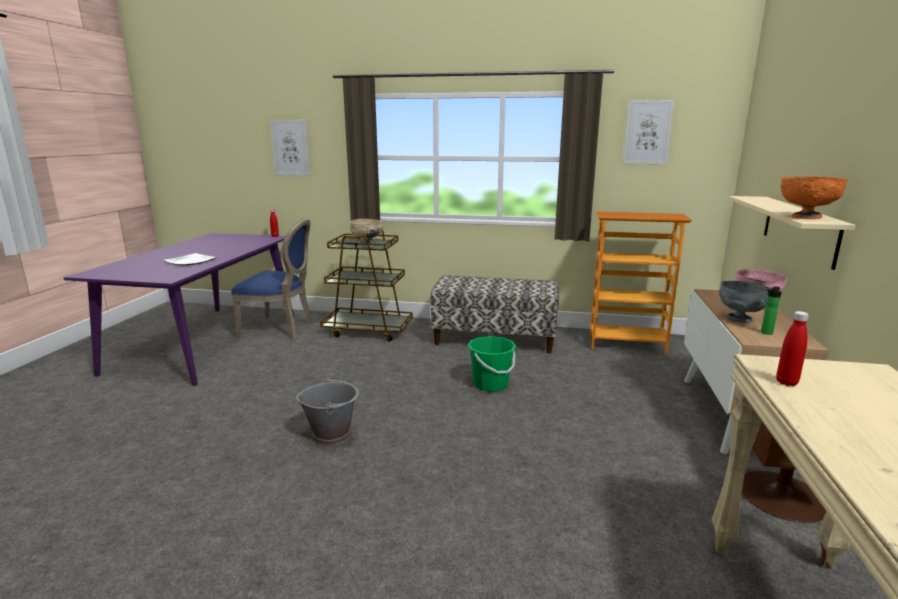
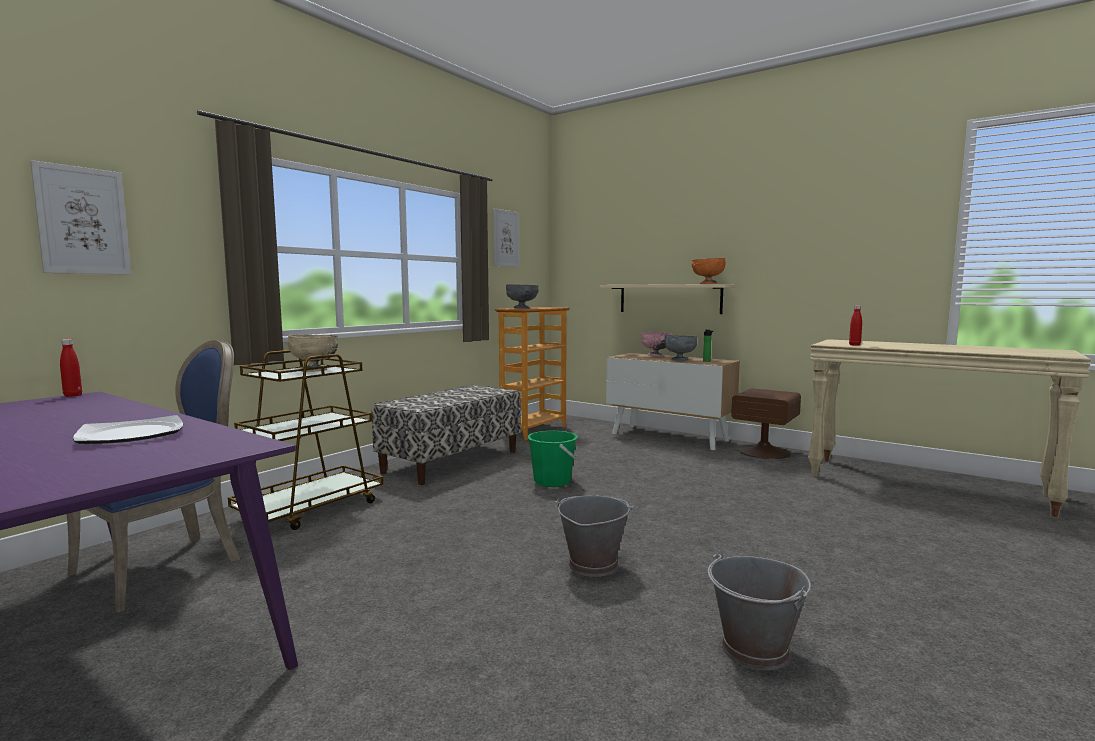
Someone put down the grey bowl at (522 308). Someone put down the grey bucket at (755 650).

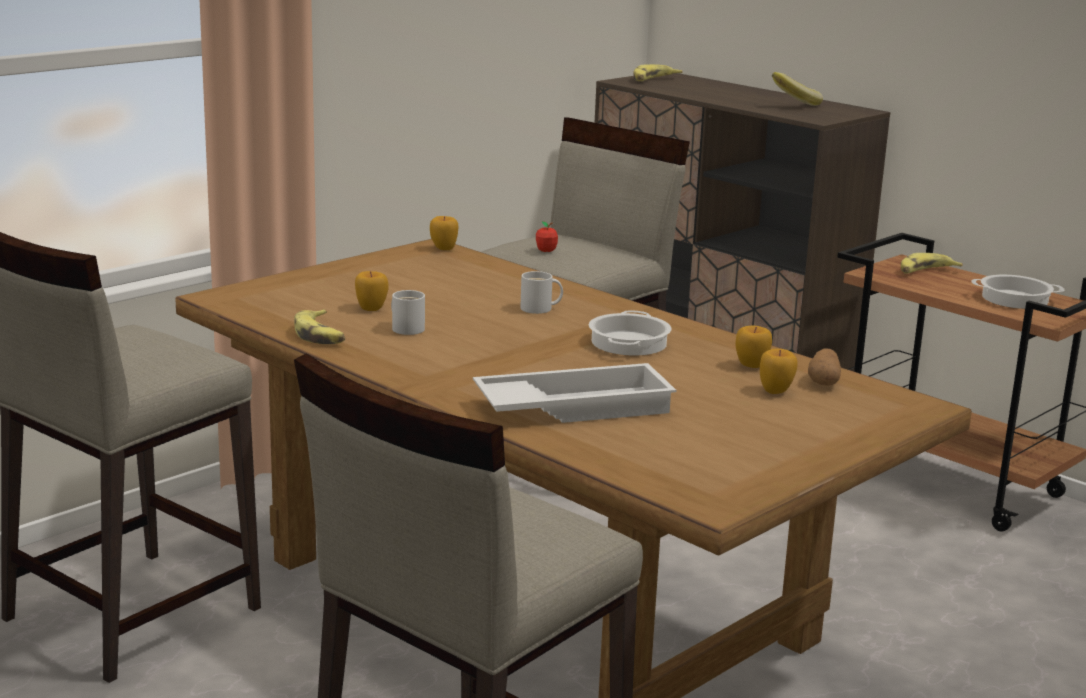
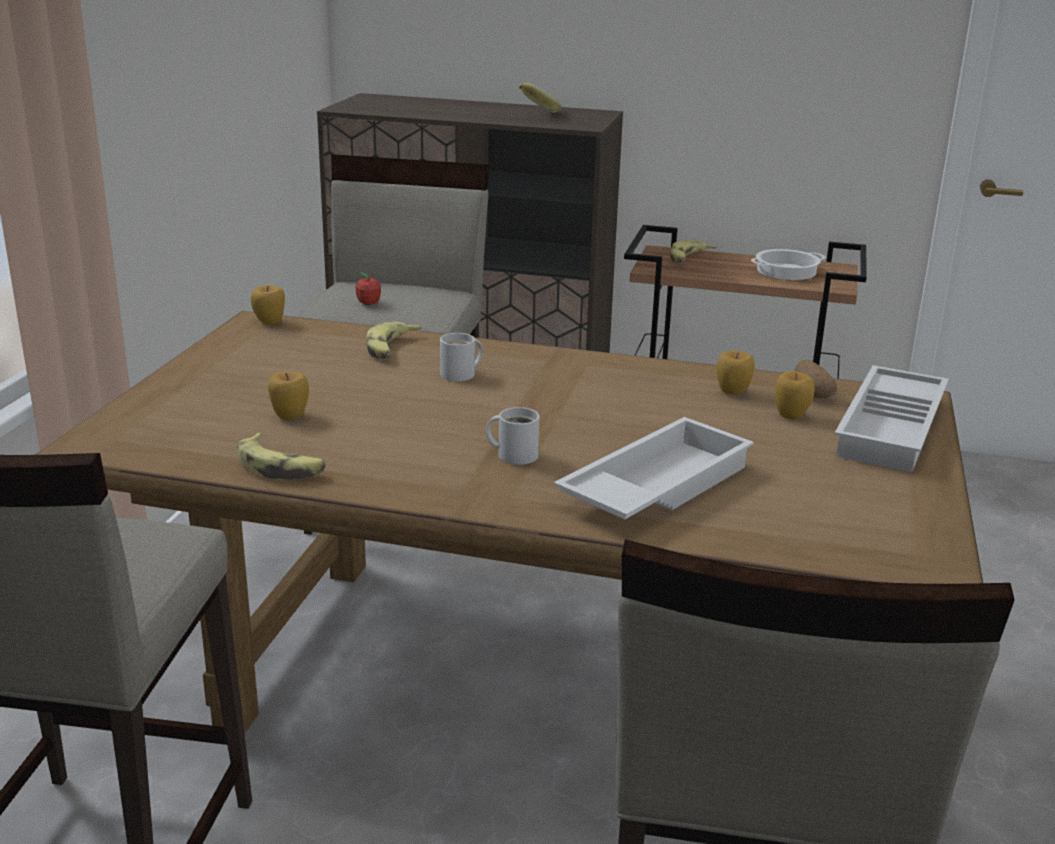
Someone carried the banana from (653 80) to (391 349). Someone carried the white mug from (407 328) to (514 454). Someone took away the cooking pot at (628 342). Someone put down the white tray at (893 429).

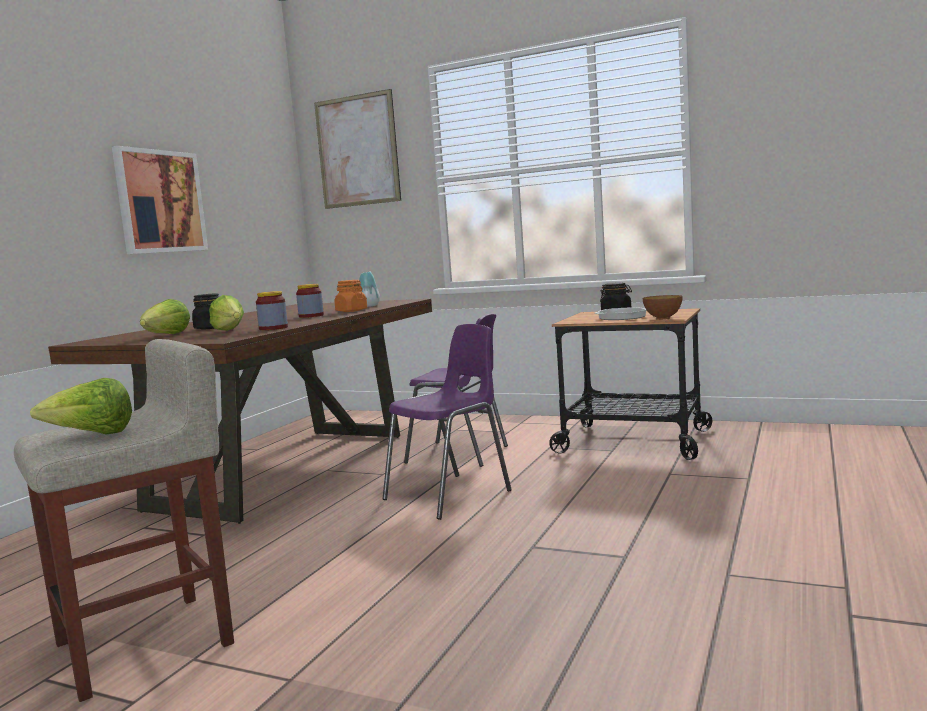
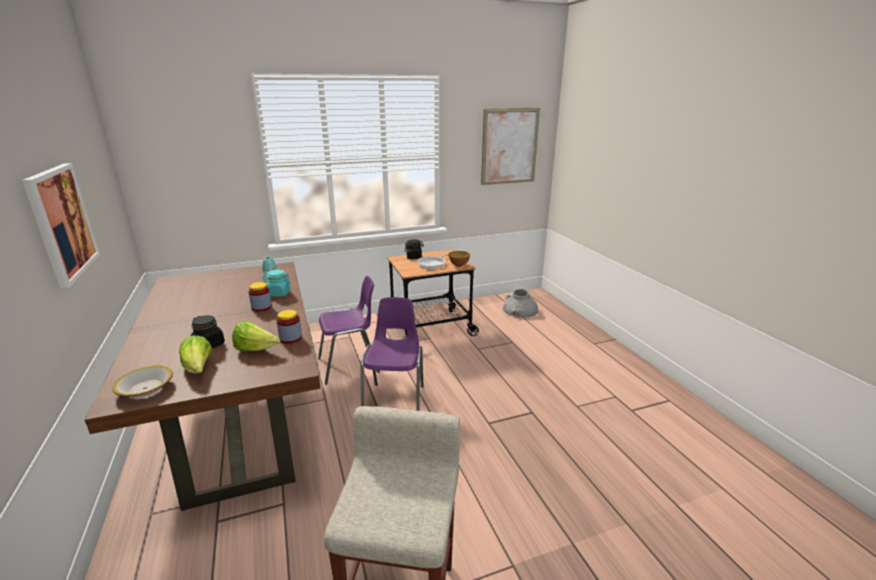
Someone carried the picture from (357 151) to (509 146). Someone repainted the orange jar at (351 311), which became the turquoise jar at (278 293). Someone took away the lettuce at (91 435). Someone put down the grey vase at (520 310). Someone put down the bowl at (145 389).

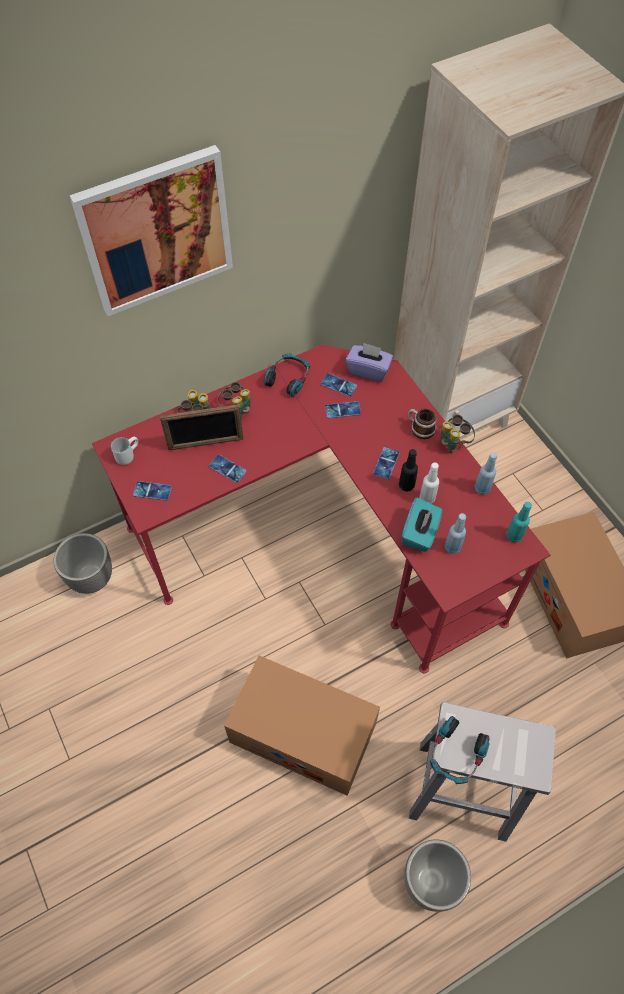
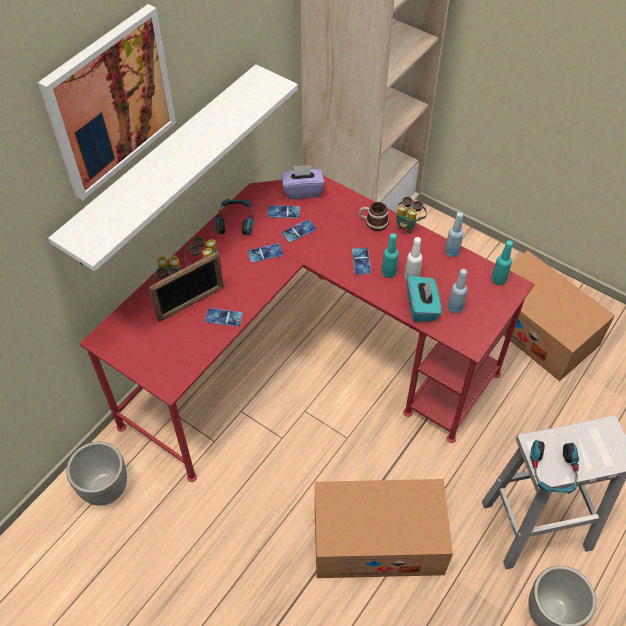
Someone took away the white mug at (127 454). Someone repainted the black bottle at (406 485), which became the turquoise bottle at (388 273). Someone carried the phone from (152 491) to (265 253). Someone put up the white shelf at (165 165).

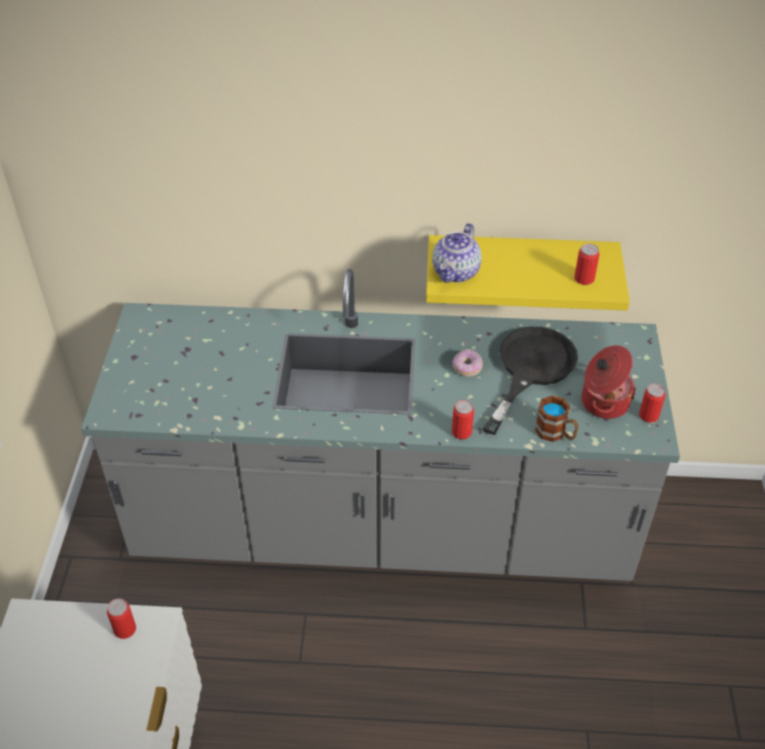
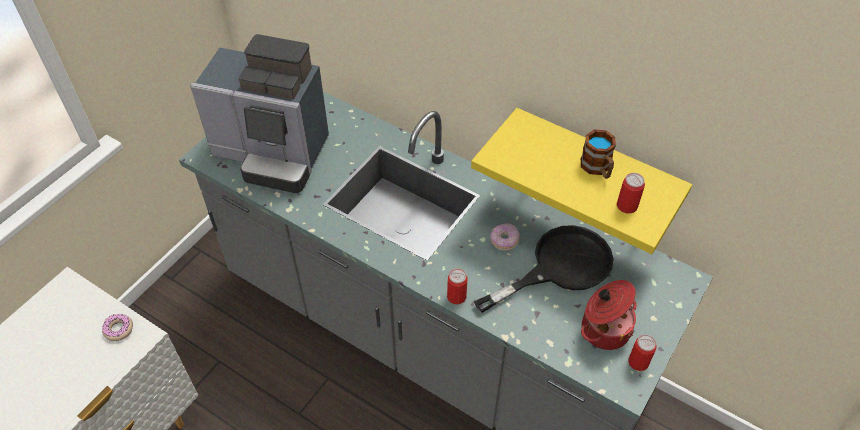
Someone took away the teapot at (456 272). Someone carried the mug from (556 433) to (597 169). Someone swapped the can at (125 629) for the donut at (118 329). Someone put down the coffee machine at (273 153).

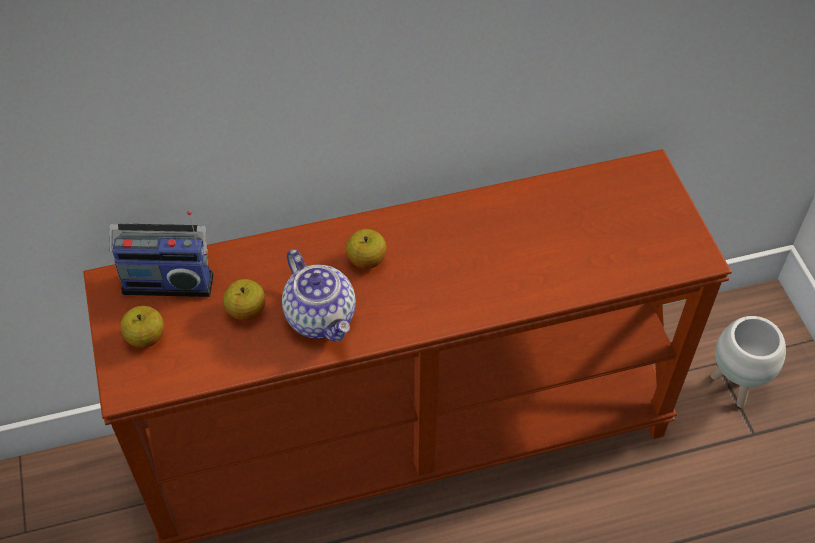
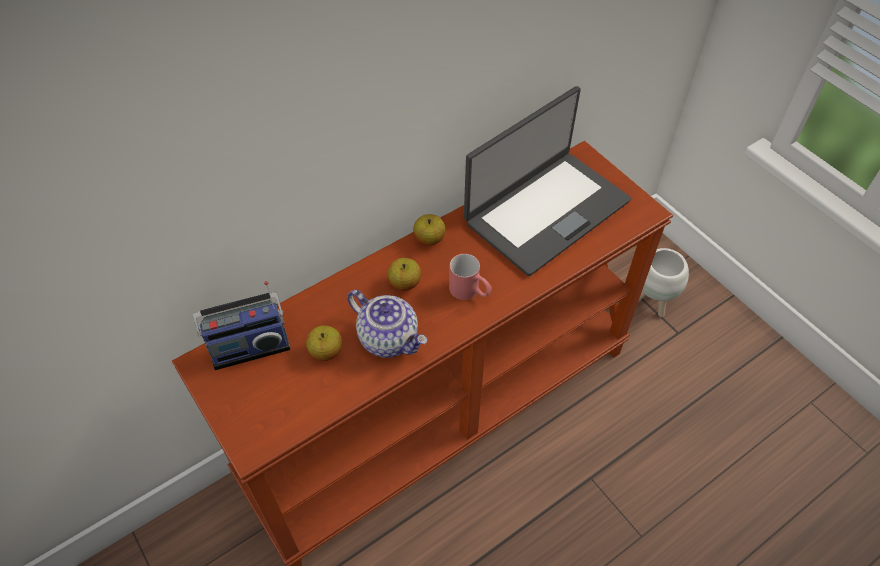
Someone carried the apple from (146 337) to (429 239). Someone put down the laptop at (545 210). Someone put down the red mug at (470 292).

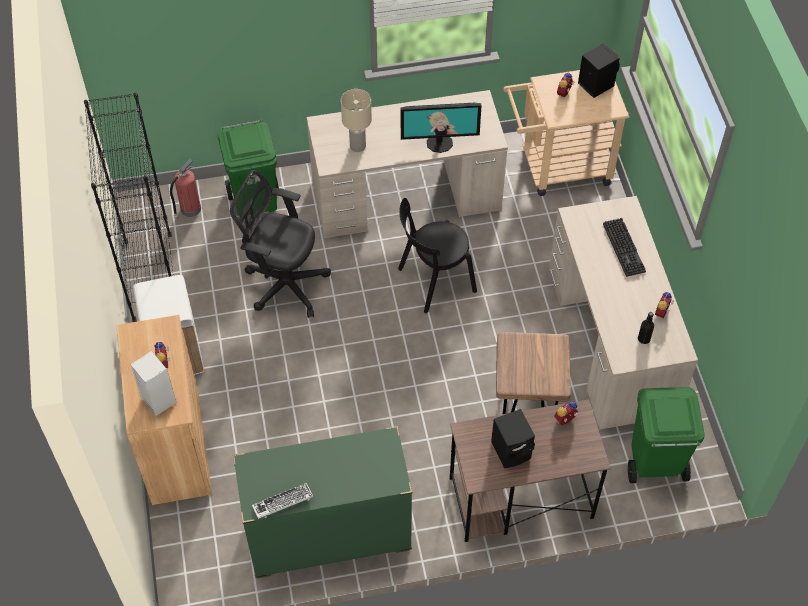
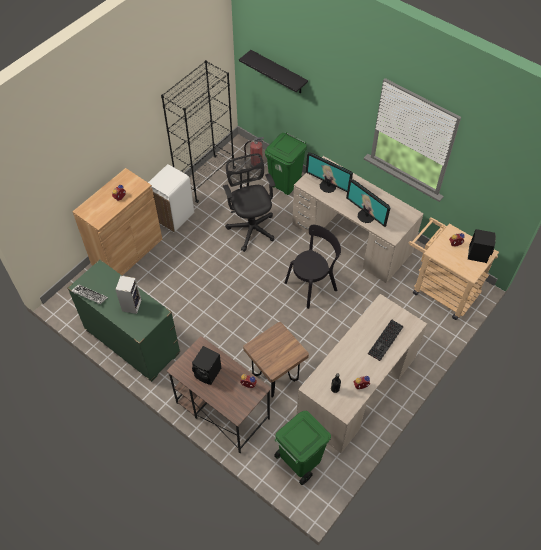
Someone swapped the beige table lamp at (358 146) for the monitor at (328 186). Someone rotated the black chair at (433 281) by 120 degrees clockwise. Someone carried the speaker from (157 399) to (131 305). Someone put up the black shelf at (278 72).

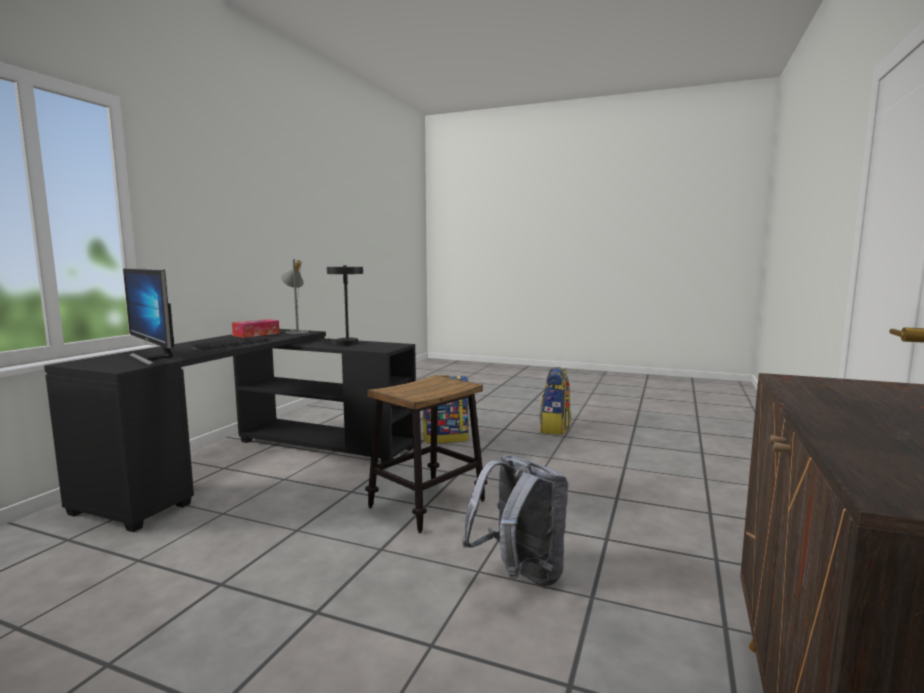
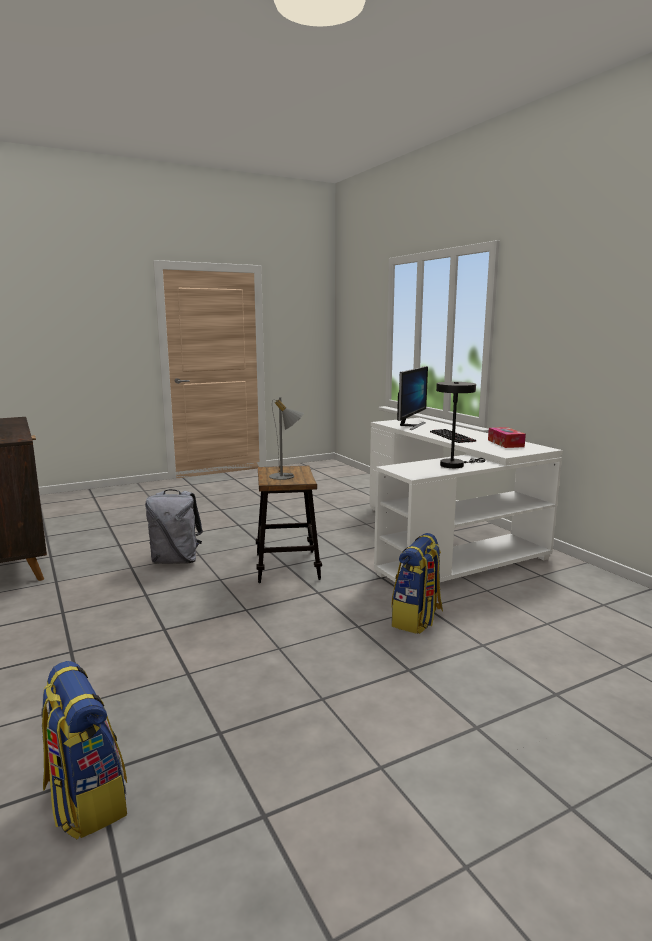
Someone carried the grey table lamp from (296 332) to (286 477). Someone rotated the monitor at (153 358) by 120 degrees clockwise. Someone repainted the black desk at (260 462), which became the white desk at (446 541). Someone carried the backpack from (555 428) to (85 800).

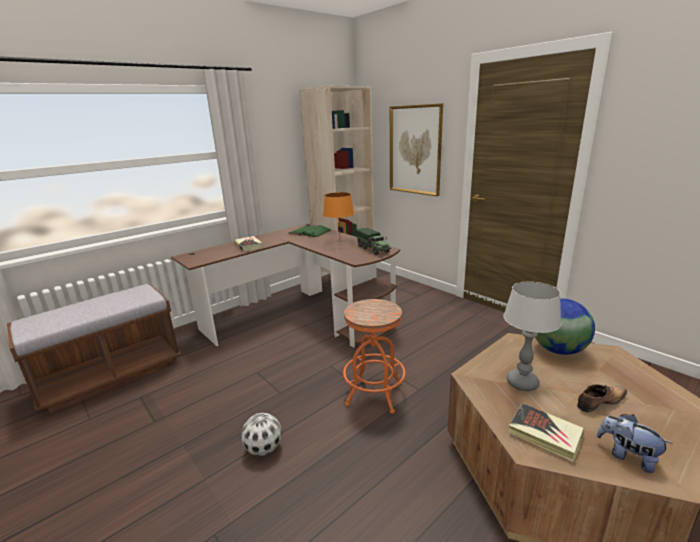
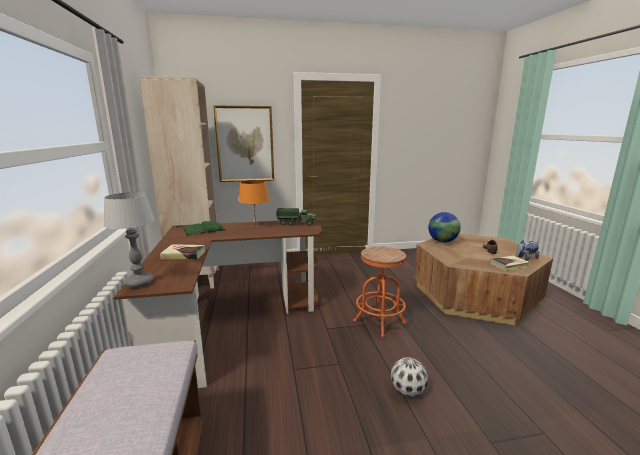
Someone carried the table lamp from (521 382) to (139 282).

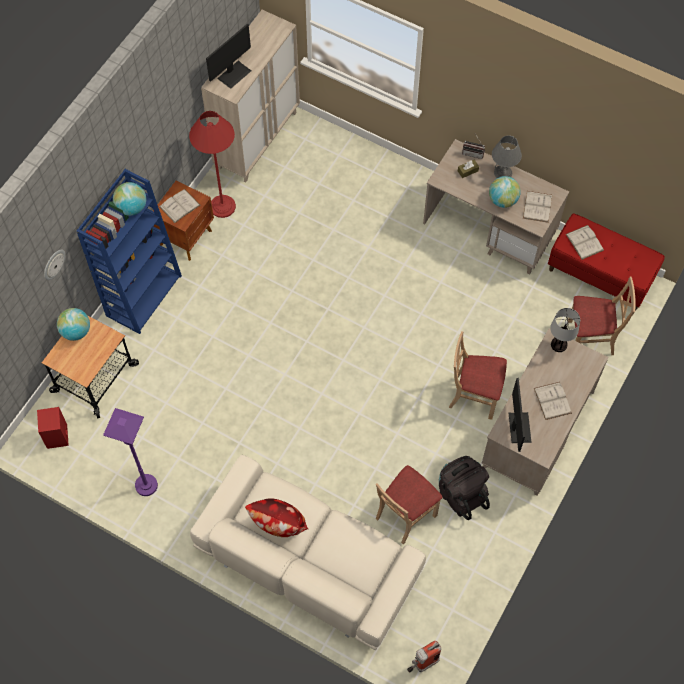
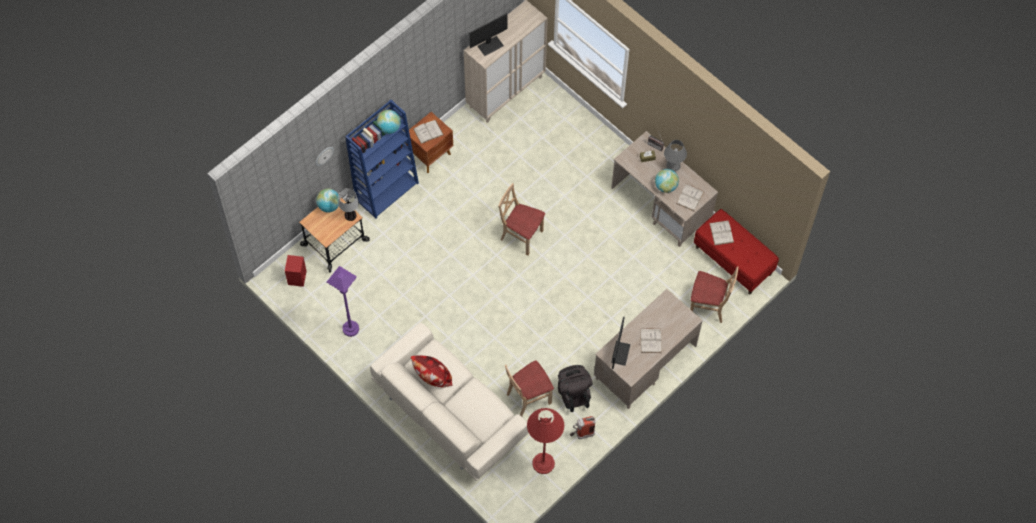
Someone carried the red floor lamp from (222 206) to (543 463). Someone carried the table lamp from (559 345) to (350 215). Someone carried the beige chair from (474 395) to (521 236). Someone carried the fire extinguisher from (422 664) to (581 435).

